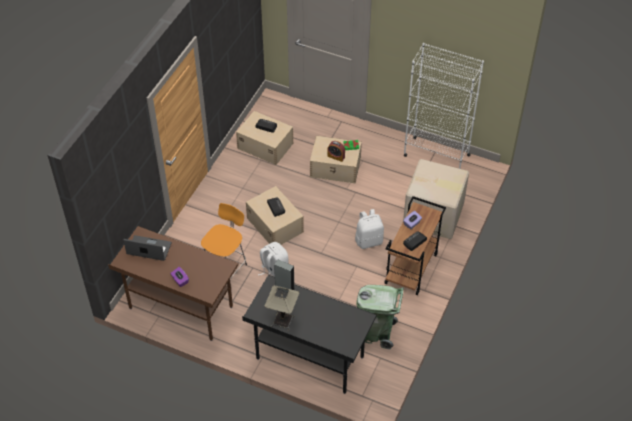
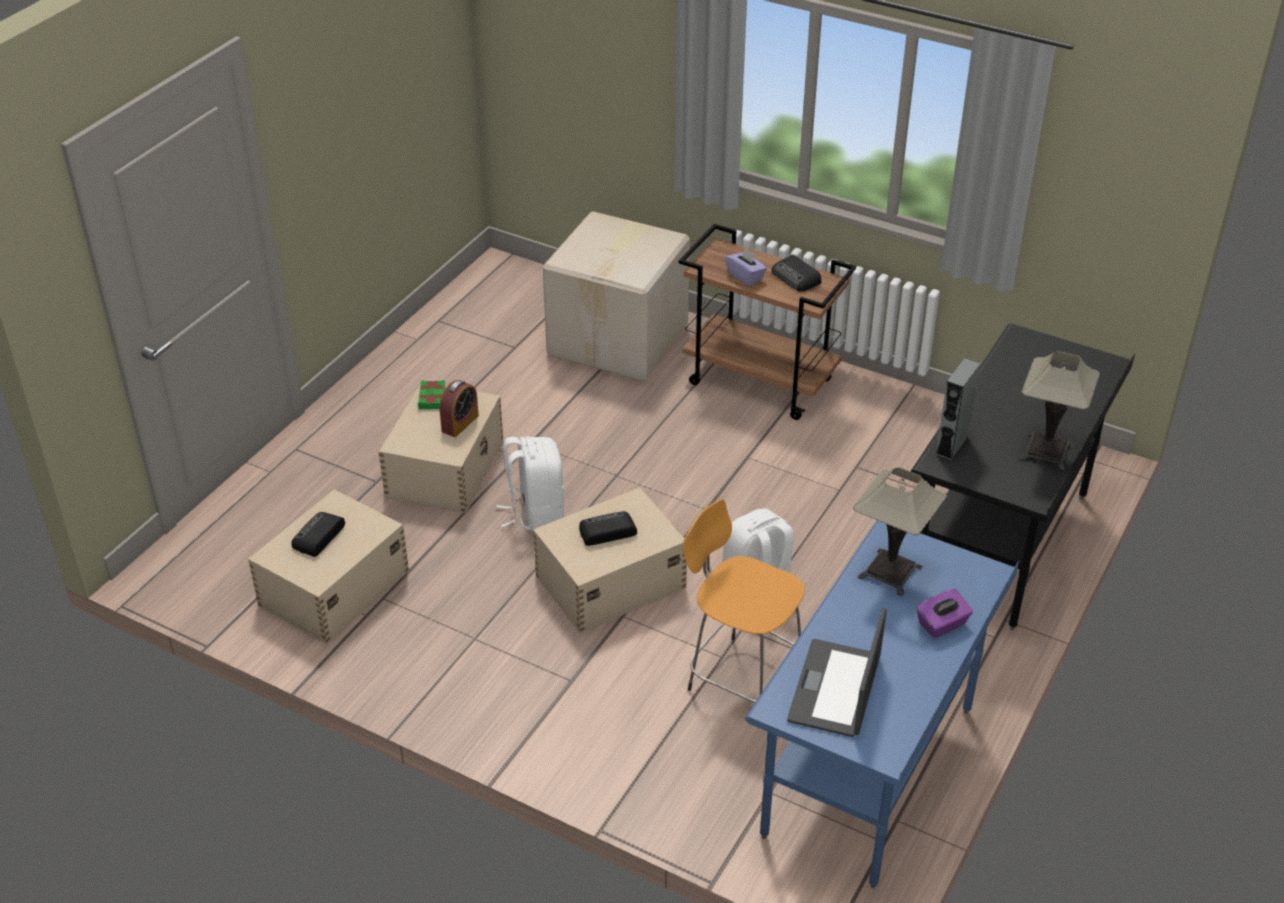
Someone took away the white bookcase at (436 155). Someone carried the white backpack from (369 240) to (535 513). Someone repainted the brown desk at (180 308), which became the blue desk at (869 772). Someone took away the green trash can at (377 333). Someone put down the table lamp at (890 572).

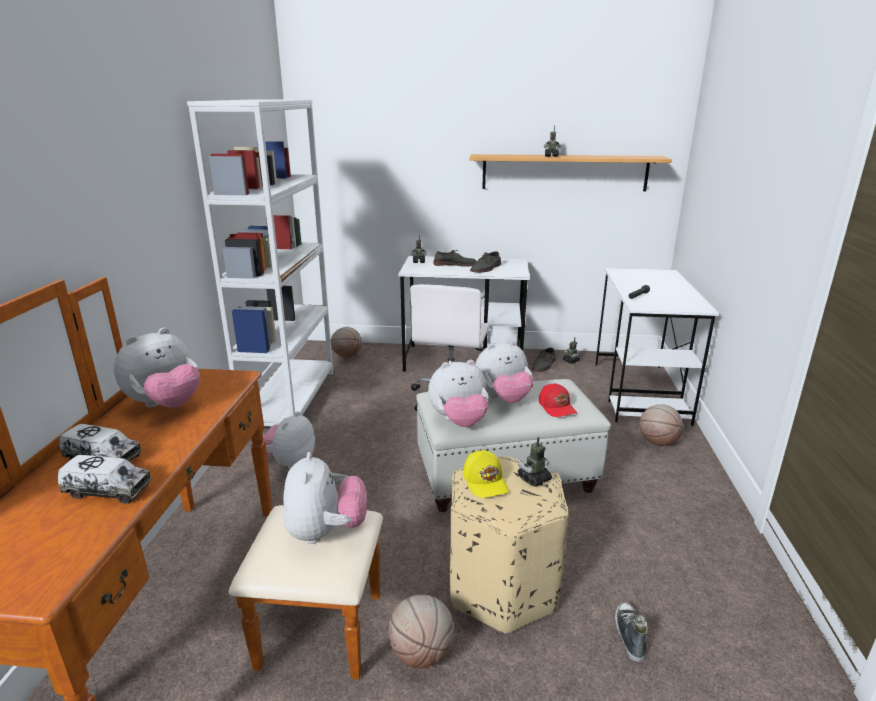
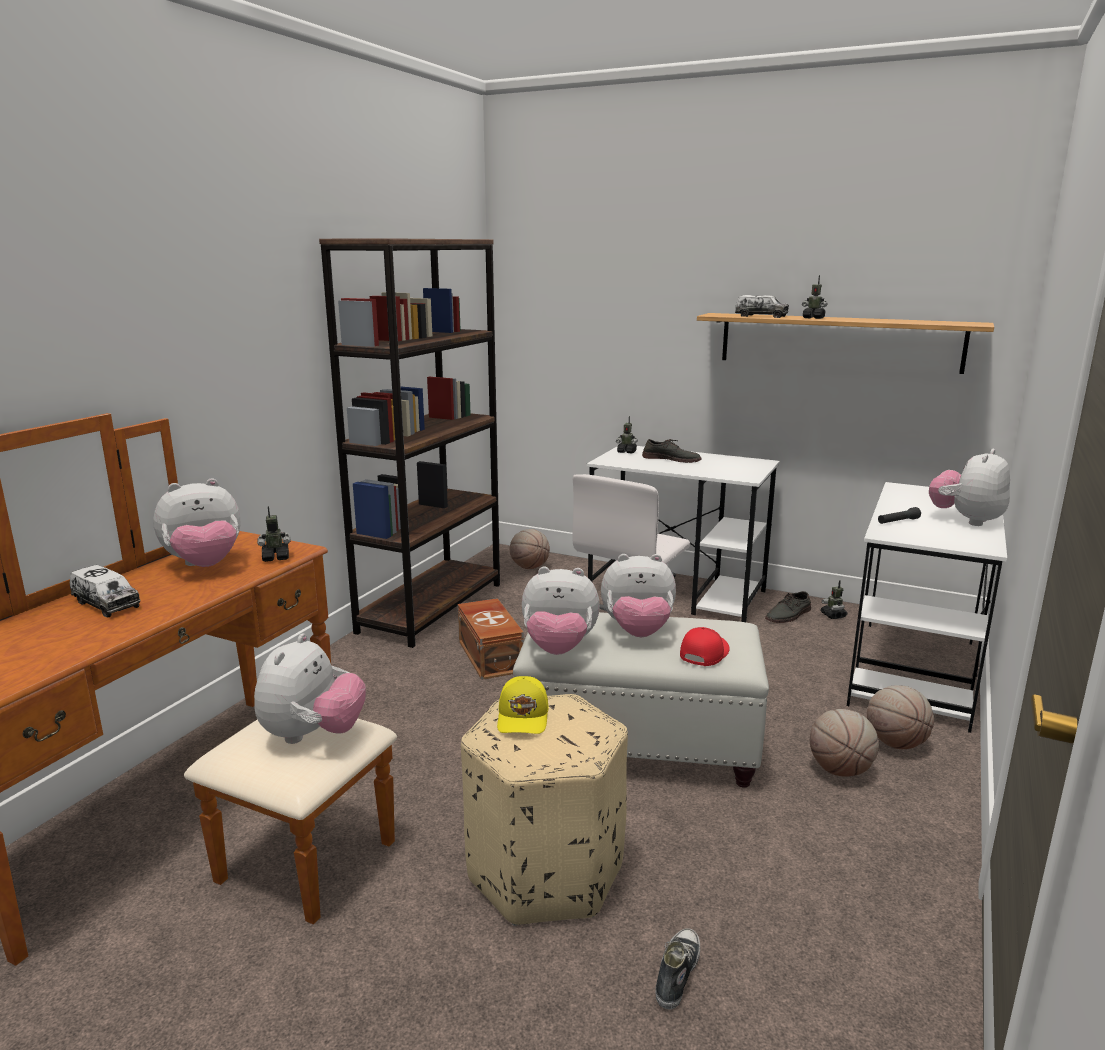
Someone repainted the white bookcase at (290 399), which became the brown bookcase at (431 607). Someone took away the grey shoe at (486 268). Someone rotated the red cap at (557 407) by 150 degrees counterclockwise. Someone carried the plush toy from (289 462) to (966 520). Someone carried the toy robot from (534 479) to (276 558). Someone carried the toy truck from (108 490) to (761 316). Someone carried the basketball from (422 653) to (840 770). Someone put down the brown storage box at (491 655).

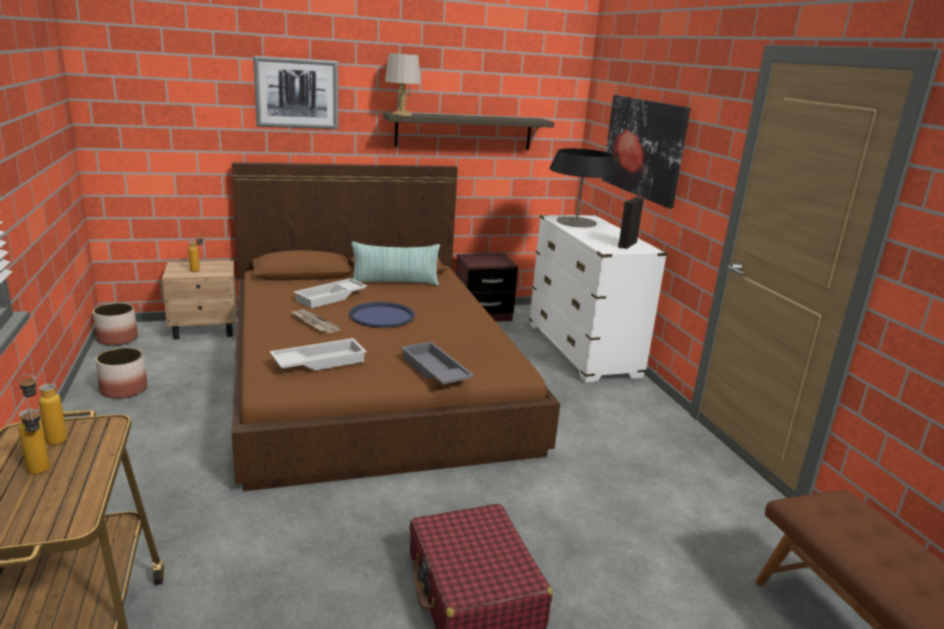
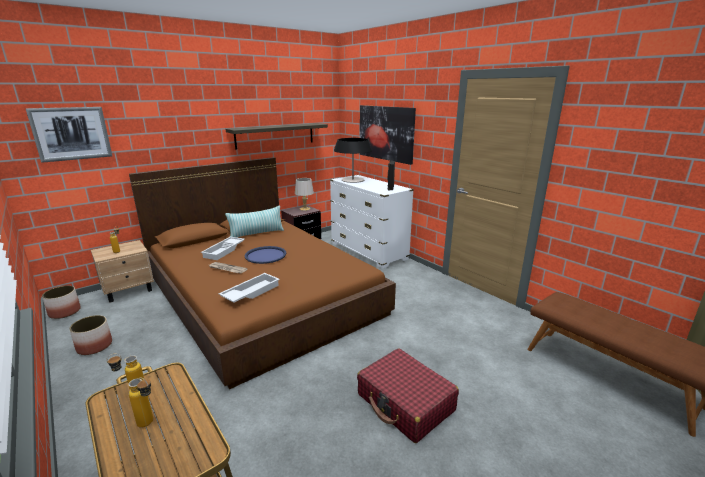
Someone carried the grey table lamp from (401 114) to (304 209). Someone carried the picture from (297 93) to (71 133). Someone took away the grey tray at (434 371).

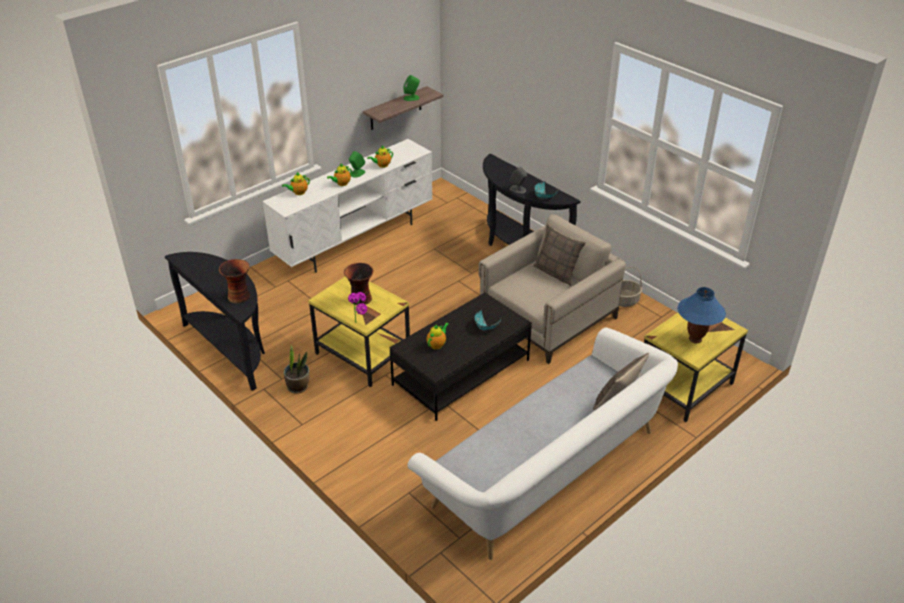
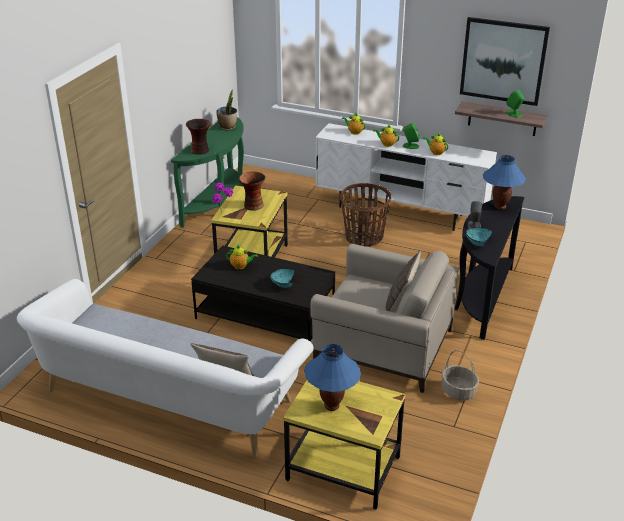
Someone repainted the black console table at (232 349), which became the green console table at (219 204). Someone carried the potted plant from (298 387) to (227 127). Someone put up the picture at (503 61). Someone put down the blue table lamp at (499 207). Someone put down the basket at (364 237).

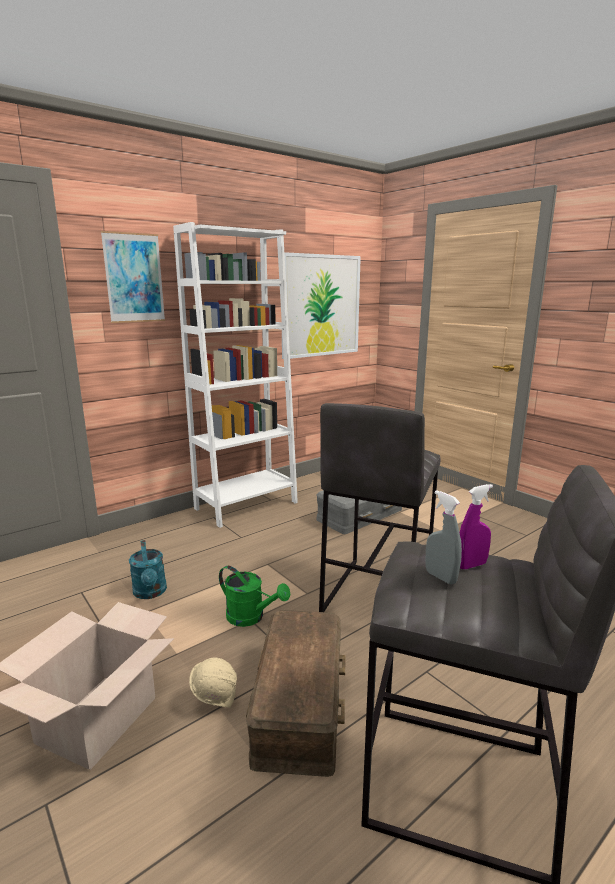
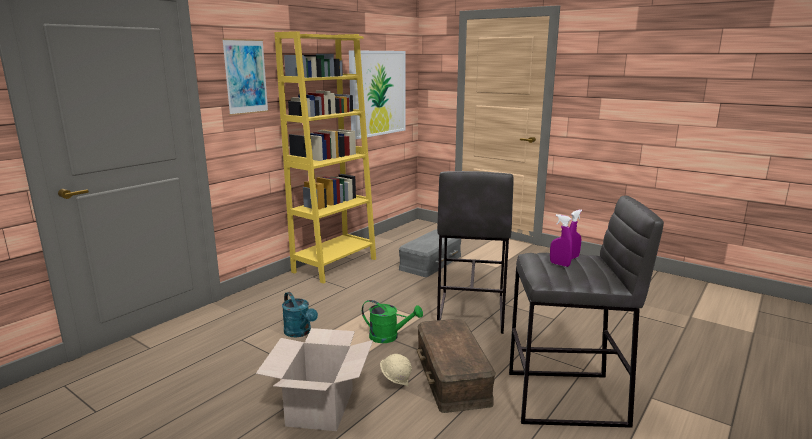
Someone repainted the white bookcase at (246 505), which became the yellow bookcase at (335 265). Someone repainted the grey spray bottle at (440 577), which became the purple spray bottle at (559 264).

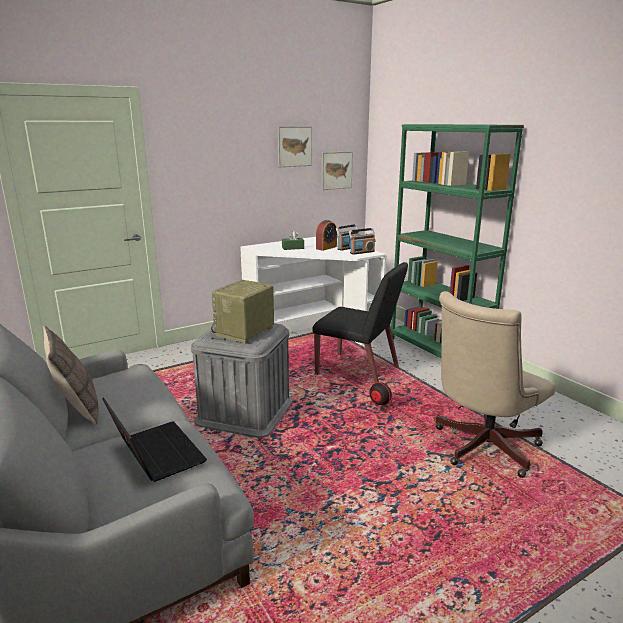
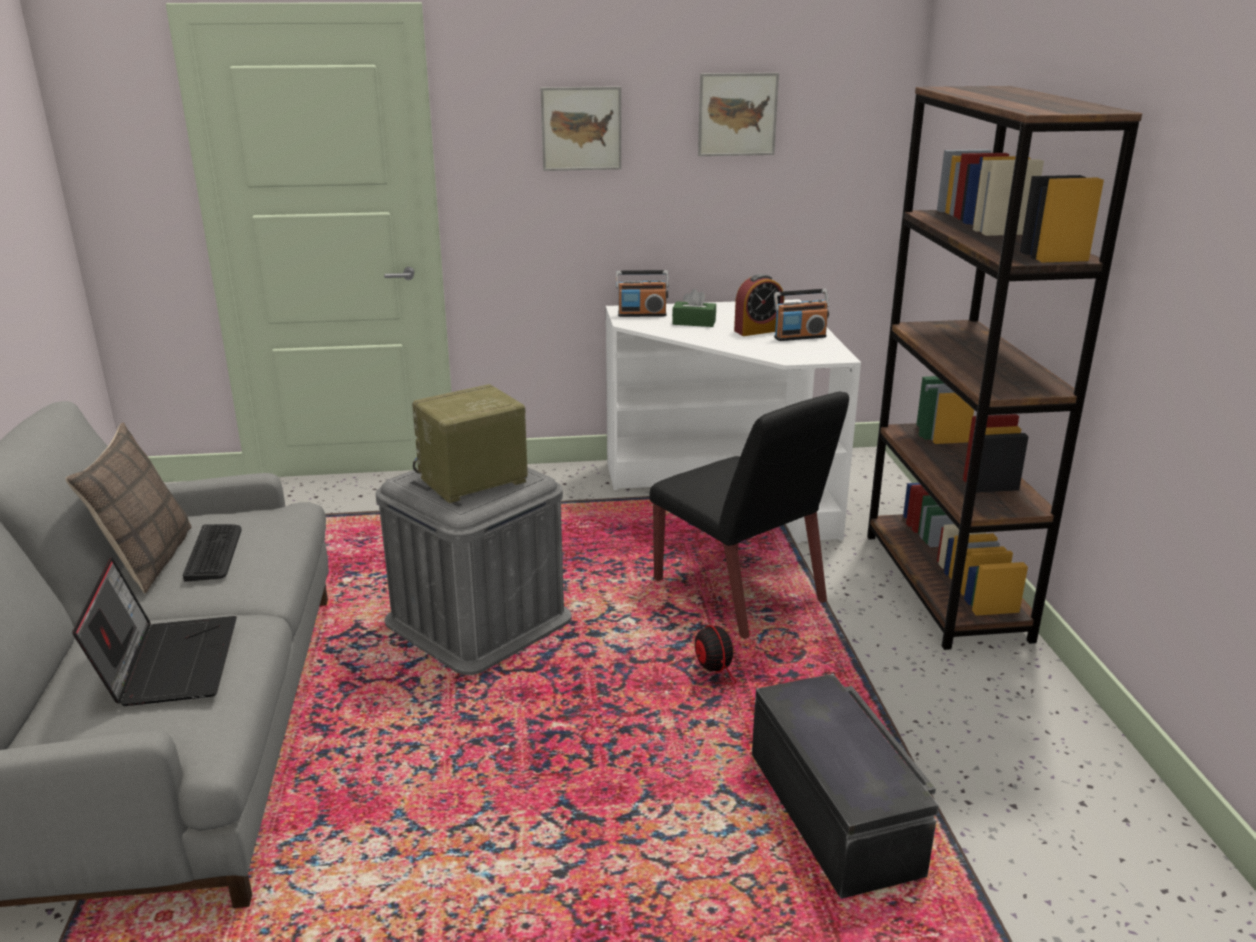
Someone repainted the green bookcase at (438 351), which became the brown bookcase at (944 585). Someone carried the picture from (336 170) to (581 128). Someone carried the radio from (362 252) to (642 314). Someone swapped the beige office chair at (481 448) for the black storage box at (835 812). Someone put down the keyboard at (214 553).

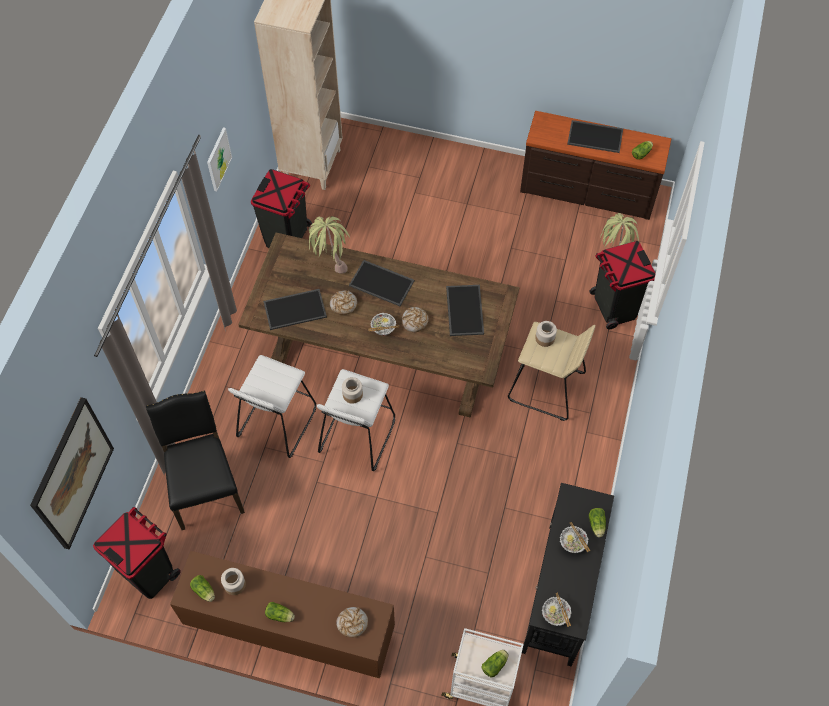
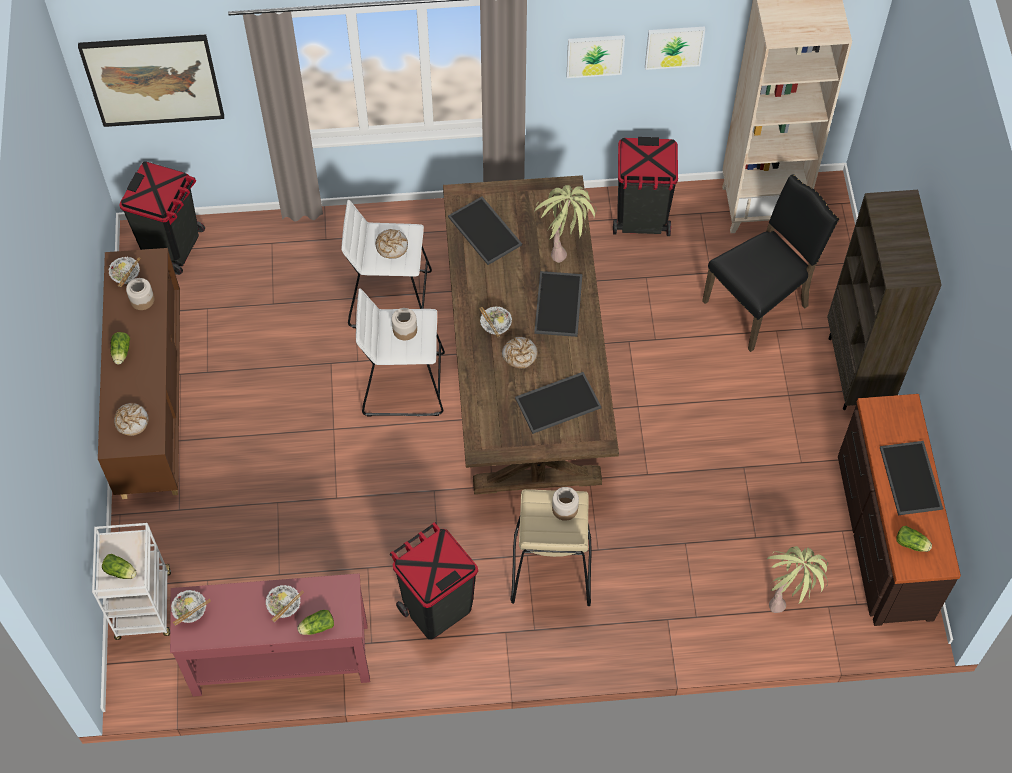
Someone carried the black trash can from (614 308) to (437 608). Someone carried the bread from (343 305) to (391 246). Someone carried the black chair from (205 488) to (759 304). Someone repainted the black console table at (559 592), which became the red console table at (280 659). Someone swapped the lettuce at (204 591) for the bowl at (126 276). Someone put up the picture at (674 47). Someone put down the brown bookcase at (857 372).

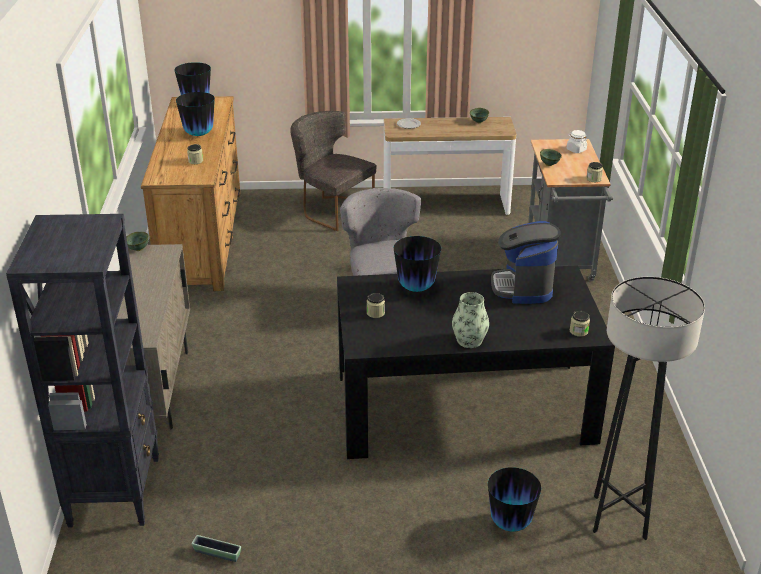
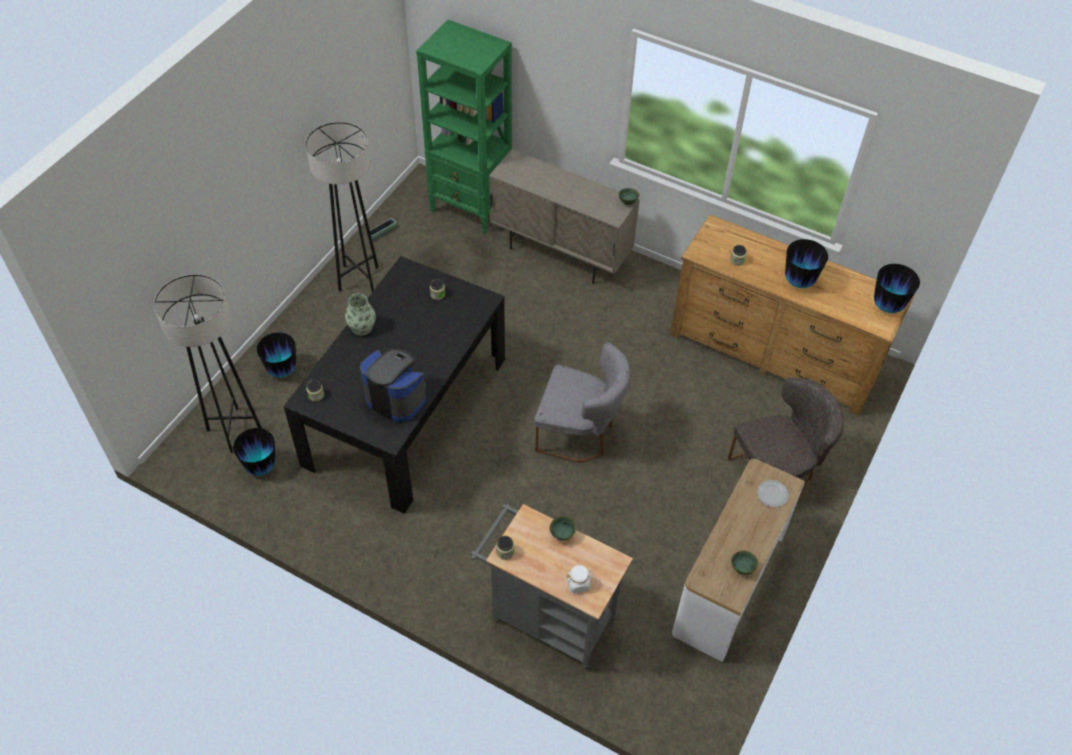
Someone repainted the black bookcase at (115 490), which became the green bookcase at (471 208). Someone carried the vase from (416 288) to (261 467). Someone put down the grey floor lamp at (358 279).

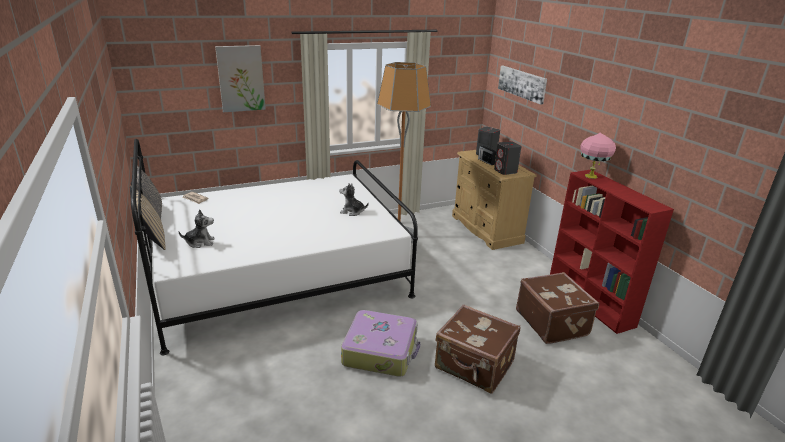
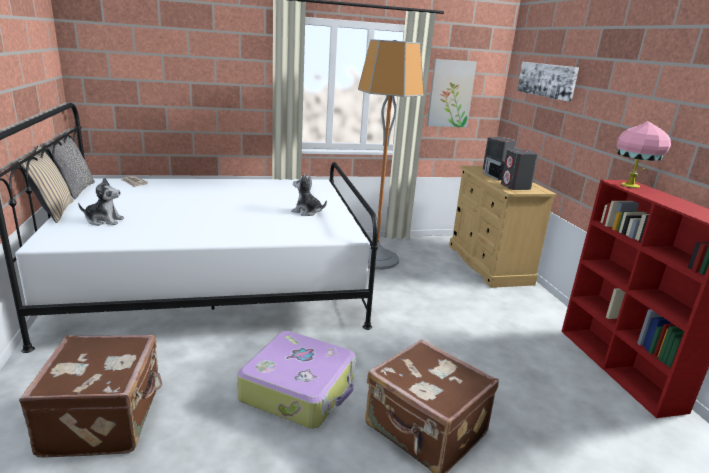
Someone carried the picture from (241 78) to (450 93). Someone carried the brown suitcase from (552 322) to (105 419).

